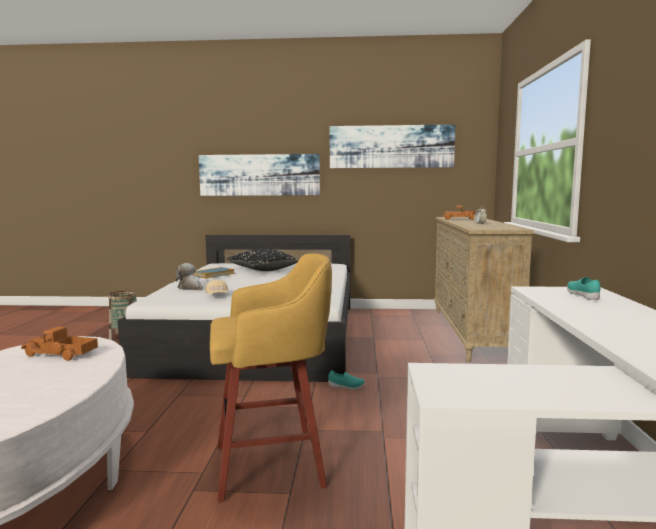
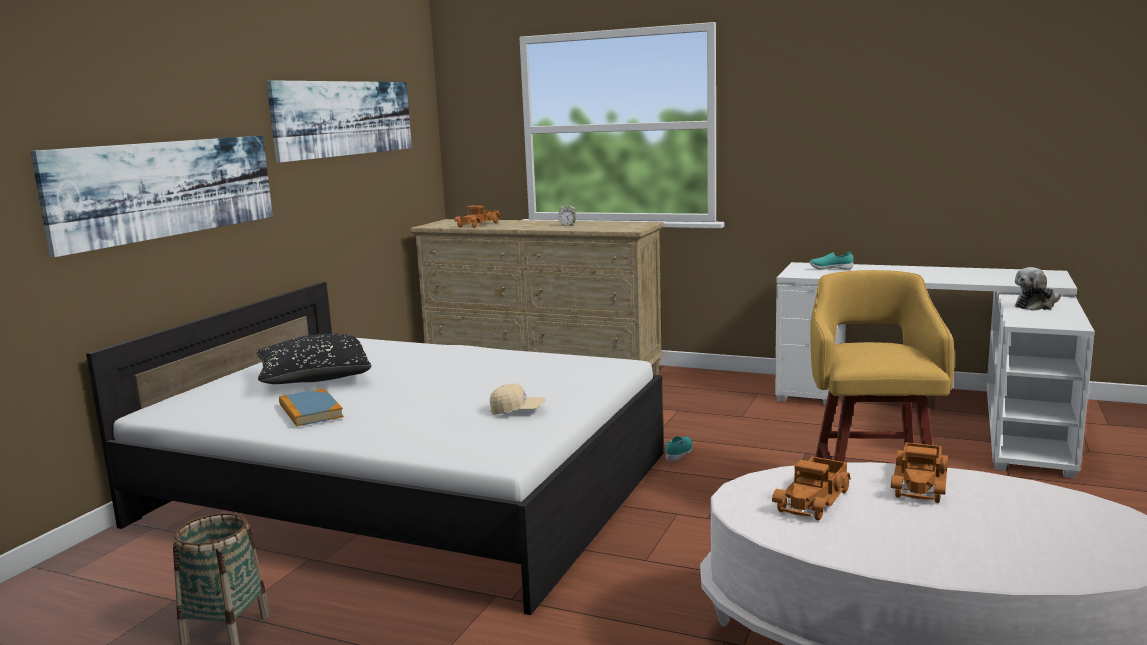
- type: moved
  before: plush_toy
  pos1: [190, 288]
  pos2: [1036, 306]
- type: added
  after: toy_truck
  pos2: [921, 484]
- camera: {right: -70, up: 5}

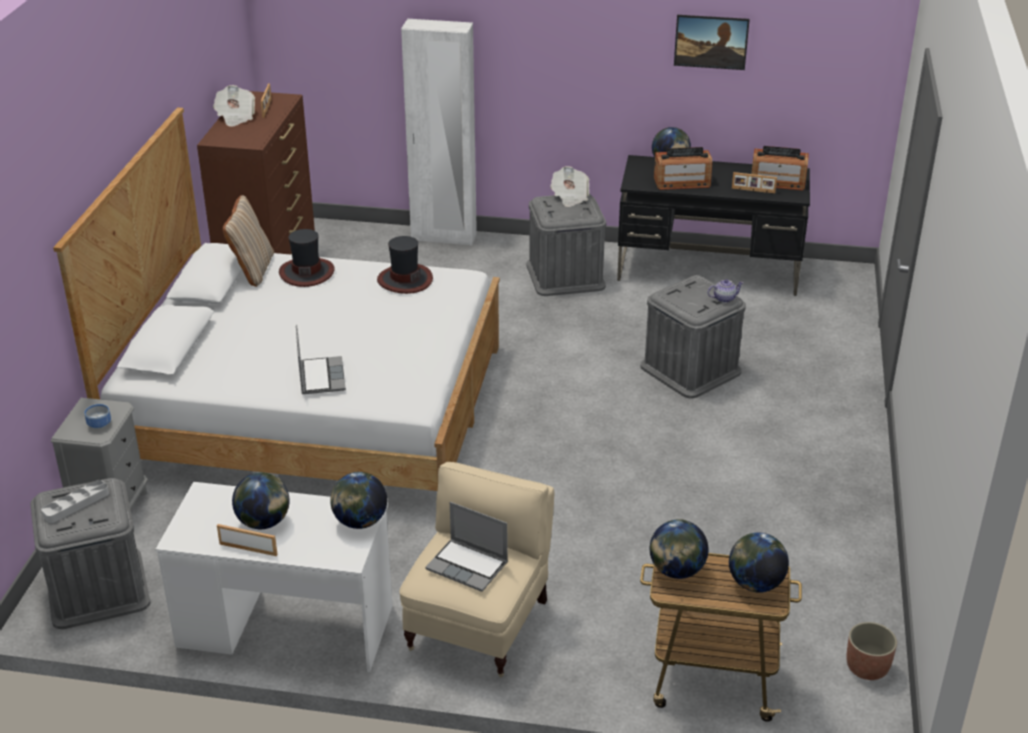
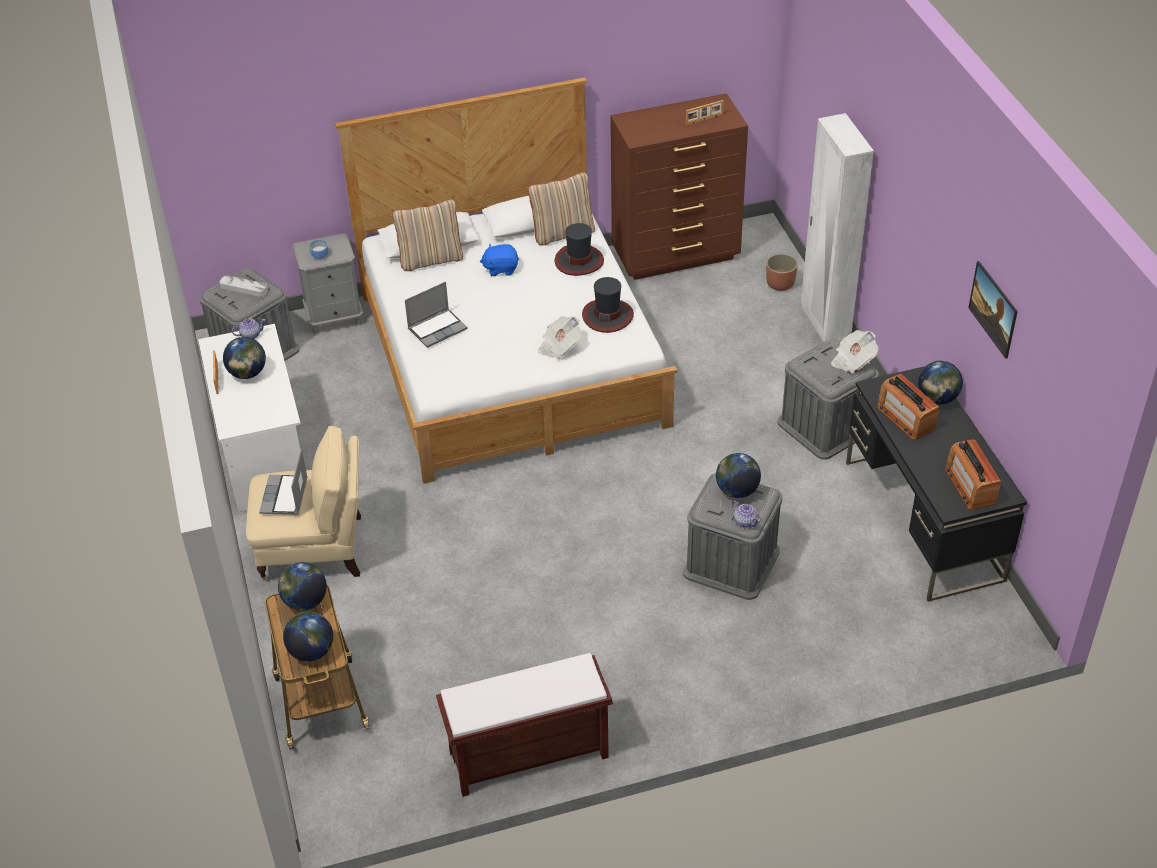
- type: moved
  before: newspaper
  pos1: [235, 117]
  pos2: [559, 346]
- type: moved
  before: desk_globe
  pos1: [360, 522]
  pos2: [737, 491]
- type: removed
  before: photo_frame
  pos1: [753, 190]
- type: moved
  before: plant_pot
  pos1: [867, 667]
  pos2: [780, 284]
- type: added
  after: pot_for_tea
  pos2: [250, 335]
- type: added
  after: beige-coloured_pillow
  pos2: [430, 259]
- type: added
  after: brown_indoor_bench
  pos2: [527, 756]
- type: added
  after: bluish_plush_toy
  pos2: [501, 269]
- camera: {right: 65, up: 10}

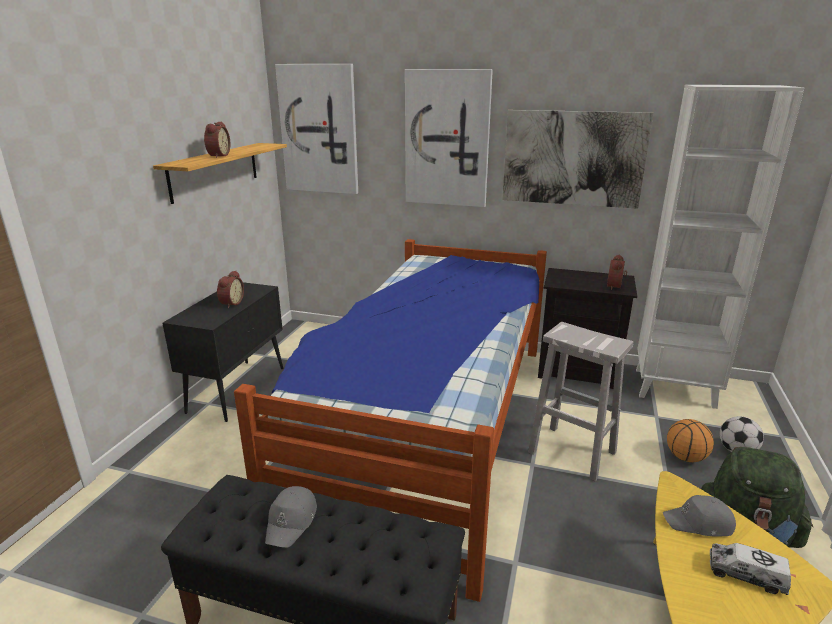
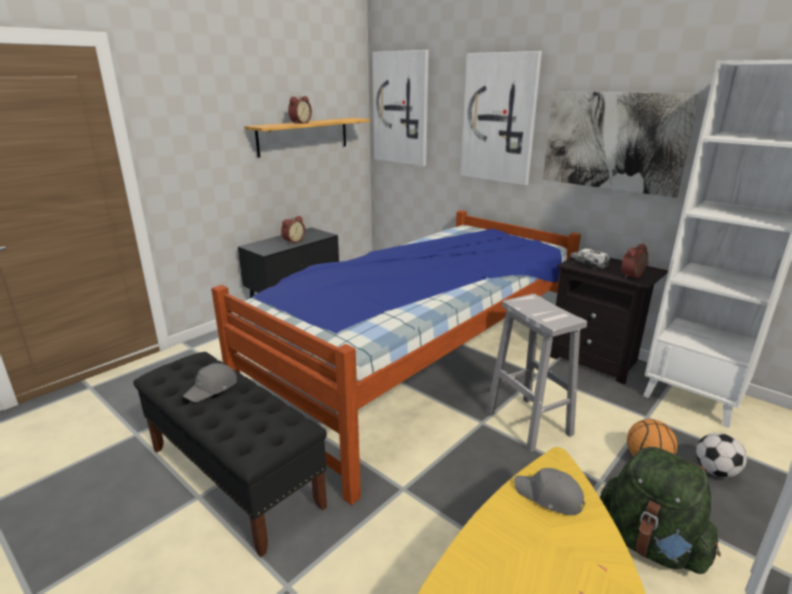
- type: moved
  before: toy_truck
  pos1: [746, 575]
  pos2: [588, 264]
- camera: {right: 25, up: 0}

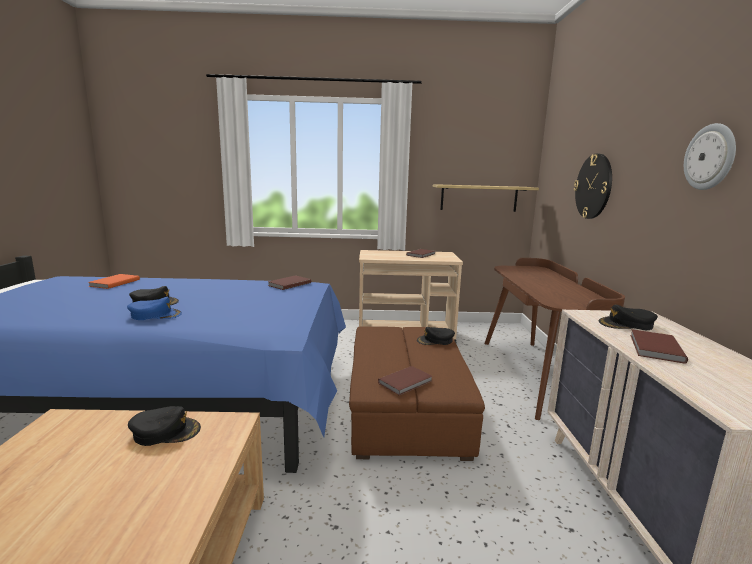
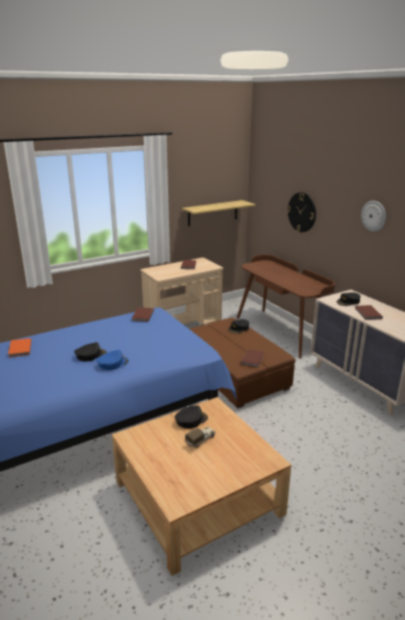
- type: added
  after: toy_truck
  pos2: [201, 440]
- camera: {right: -30, up: 10}

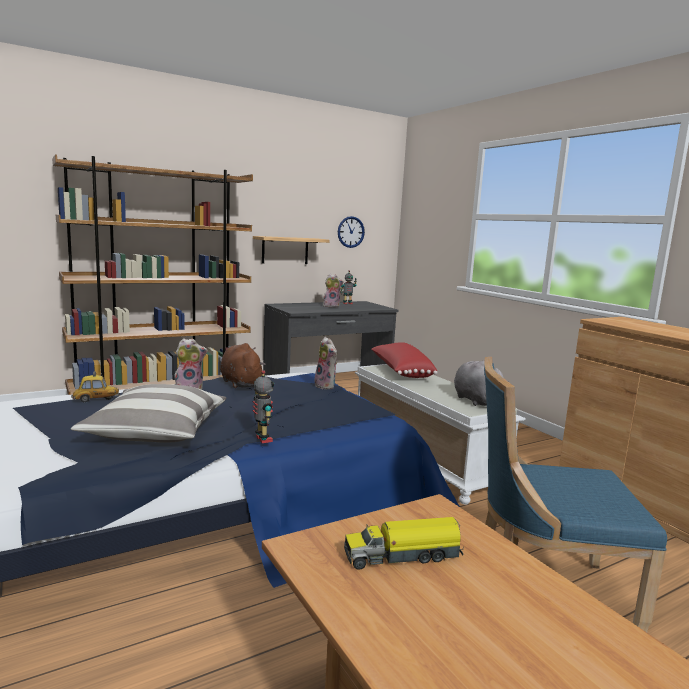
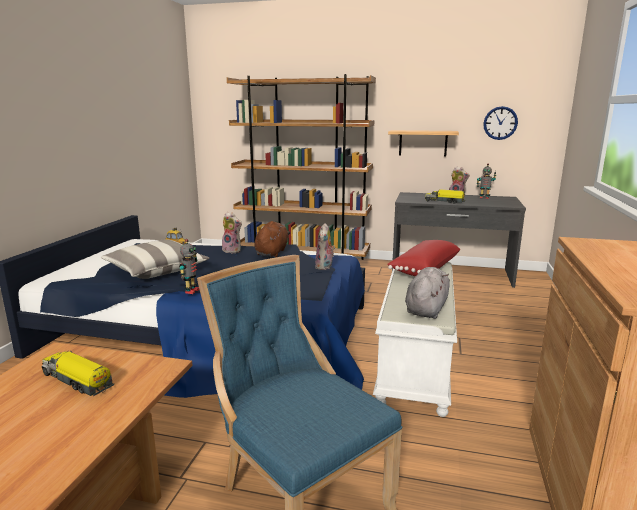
- type: added
  after: toy_truck
  pos2: [445, 201]
- camera: {right: 45, up: 5}

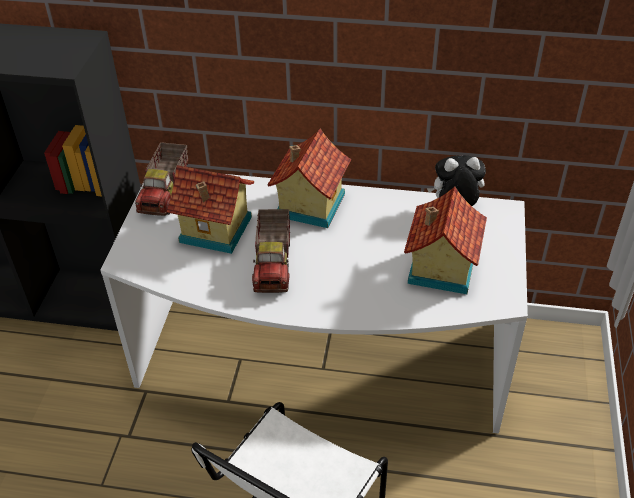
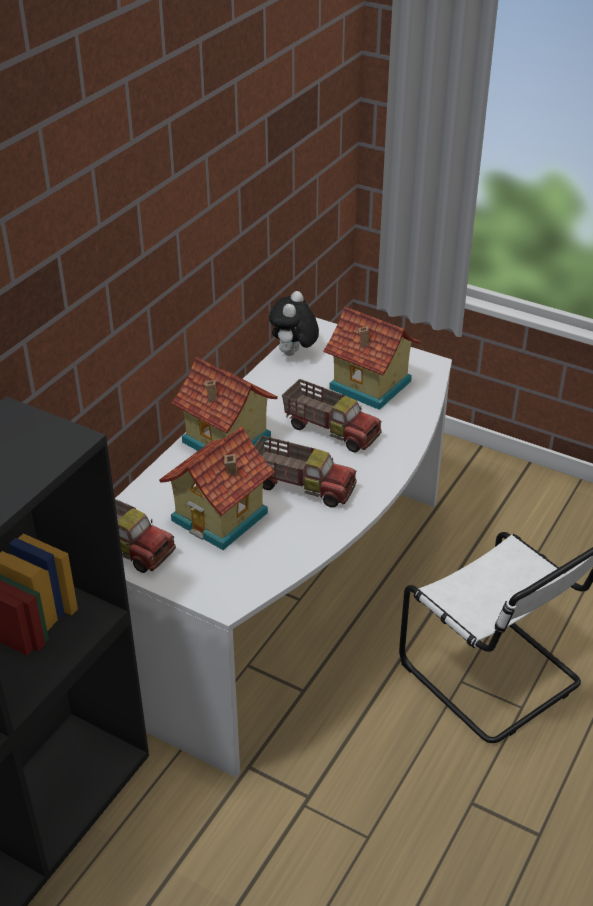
- type: added
  after: toy_truck
  pos2: [331, 430]
- camera: {right: -70, up: -5}

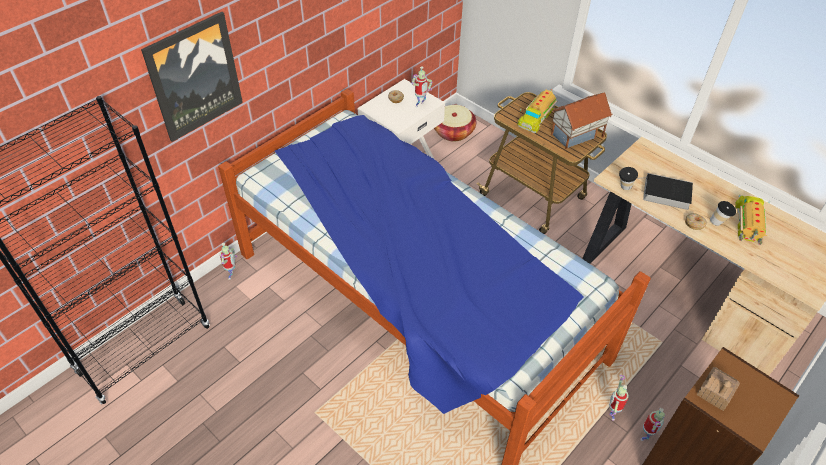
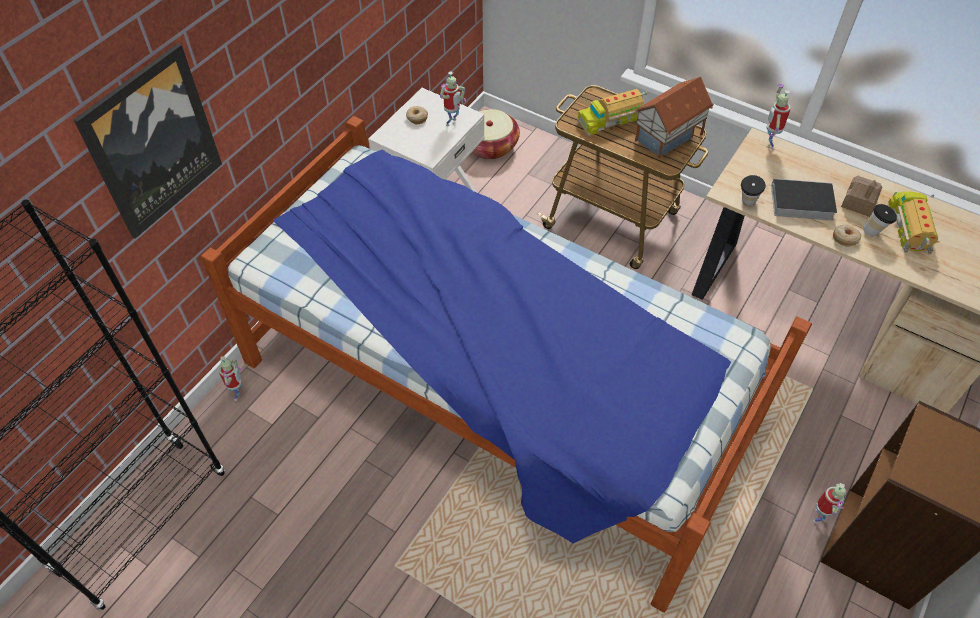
- type: turned
  before: toy_truck
  pos1: [536, 116]
  pos2: [610, 118]
  turn: 45
- type: moved
  before: toy_robot
  pos1: [611, 413]
  pos2: [768, 143]
- type: moved
  before: toy_house
  pos1: [715, 393]
  pos2: [858, 203]
- camera: {right: -10, up: 5}

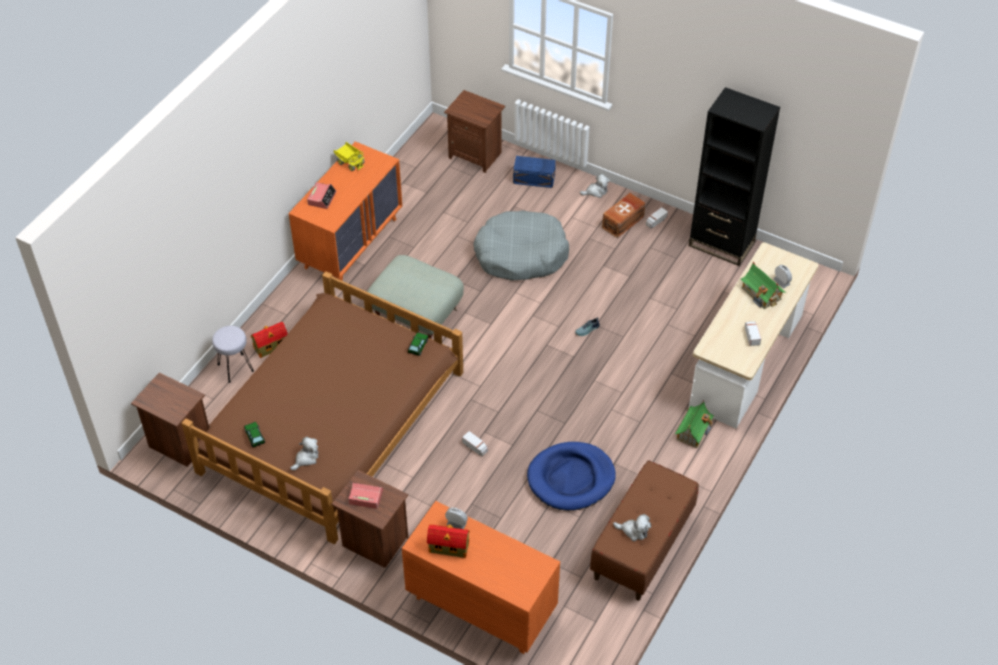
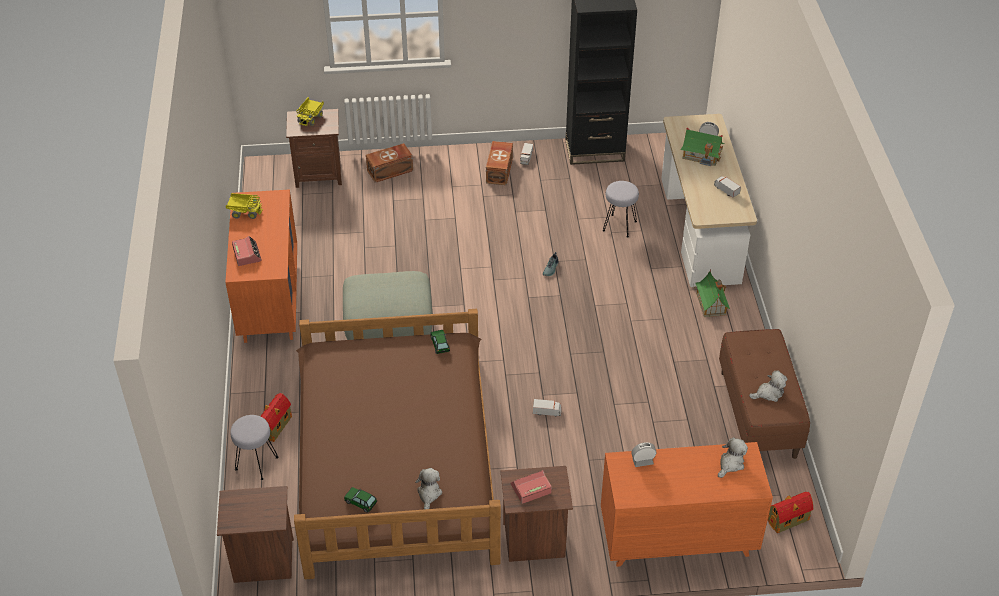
- type: moved
  before: toy_house
  pos1: [449, 547]
  pos2: [788, 519]
- type: removed
  before: grey_dog_cushion
  pos1: [521, 254]
- type: recoloured
  before: bluish_storage_box
  after: brown_storage_box
  pos1: [534, 179]
  pos2: [391, 171]
- type: removed
  before: bluish_dog_cushion
  pos1: [571, 478]
- type: moved
  before: plush_toy
  pos1: [596, 191]
  pos2: [730, 464]
- type: added
  after: toy_truck
  pos2: [311, 118]
- type: added
  after: grey_stool
  pos2: [619, 226]
- camera: {right: -35, up: -5}

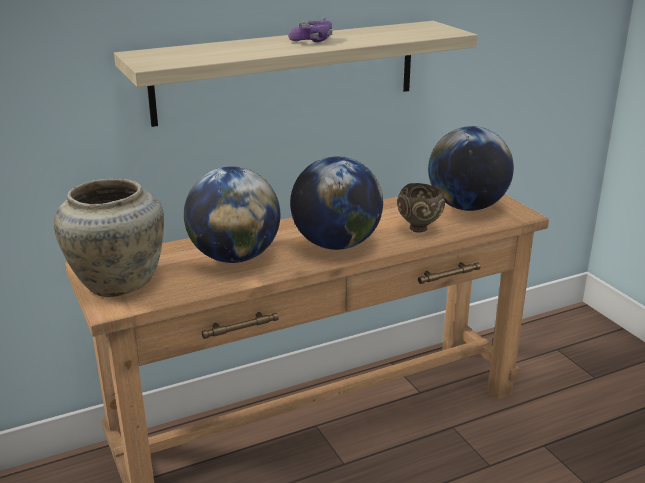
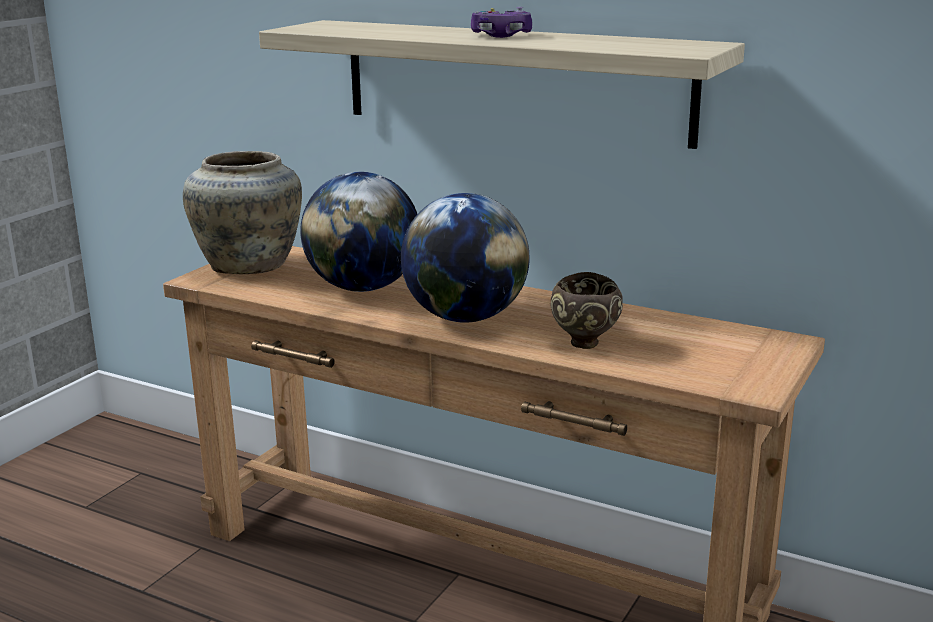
- type: removed
  before: desk_globe
  pos1: [467, 207]
- camera: {right: 55, up: -5}

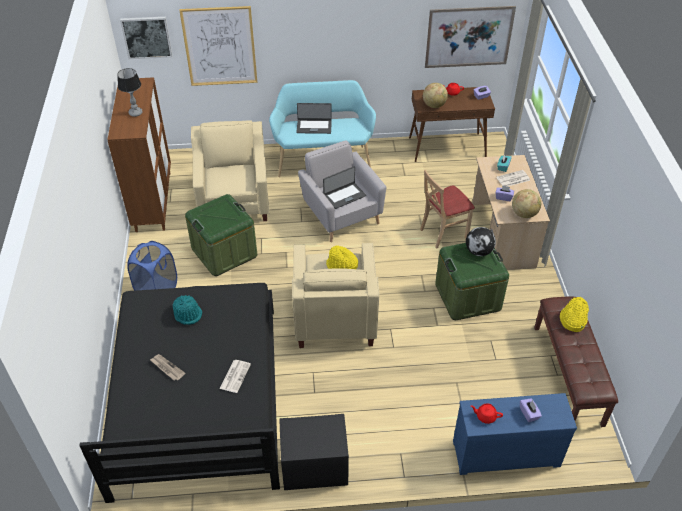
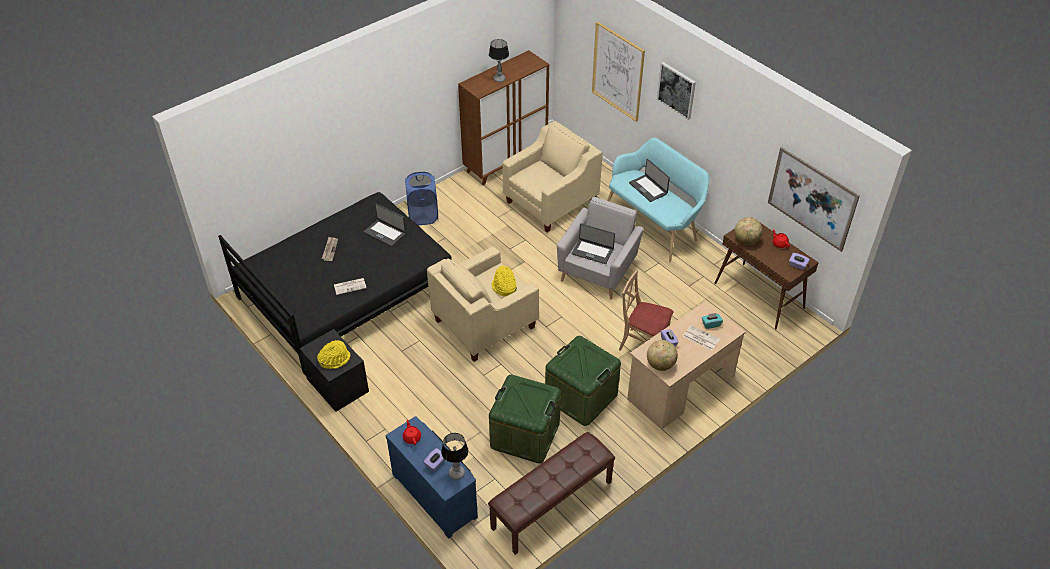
- type: moved
  before: wall_art
  pos1: [147, 37]
  pos2: [676, 90]
- type: replaced
  before: blue-green_clothing_hat
  after: notebook_computer
  pos1: [188, 314]
  pos2: [385, 232]
- type: moved
  before: green_storage_box
  pos1: [224, 252]
  pos2: [525, 435]
- type: removed
  before: desk_globe
  pos1: [479, 252]
- type: moved
  before: yellow-coloured_clothing_hat
  pos1: [572, 320]
  pos2: [334, 359]
- type: added
  after: tabletop_lamp
  pos2: [457, 473]
- camera: {right: 55, up: 0}

